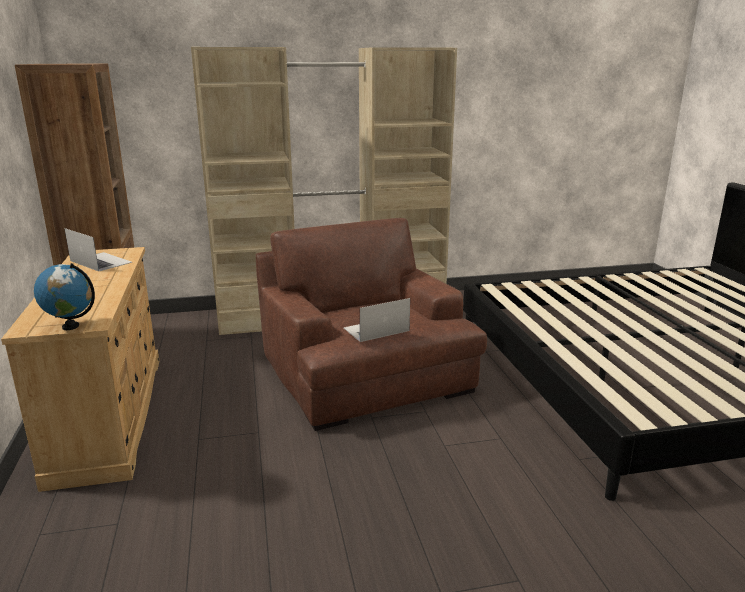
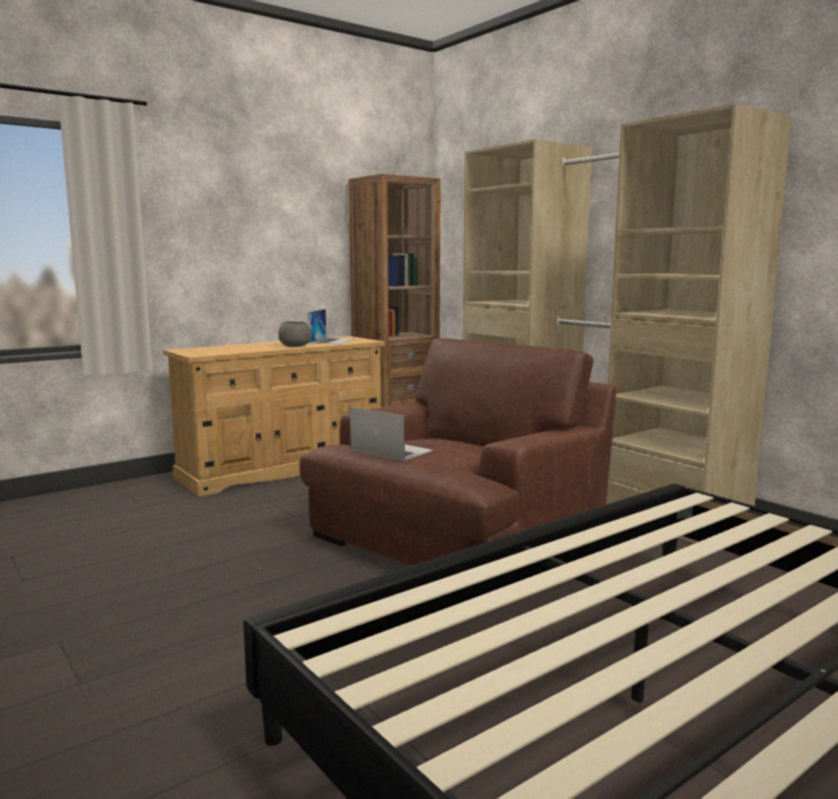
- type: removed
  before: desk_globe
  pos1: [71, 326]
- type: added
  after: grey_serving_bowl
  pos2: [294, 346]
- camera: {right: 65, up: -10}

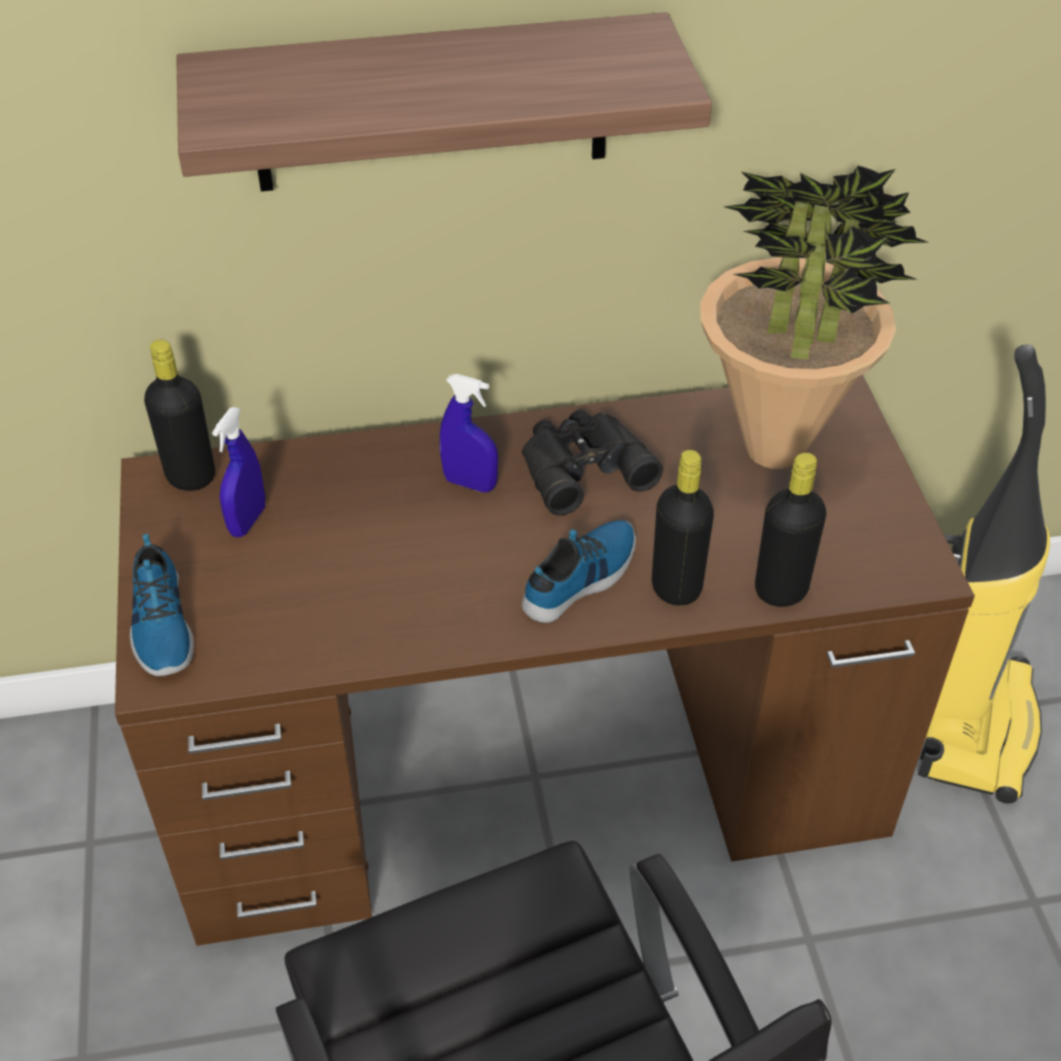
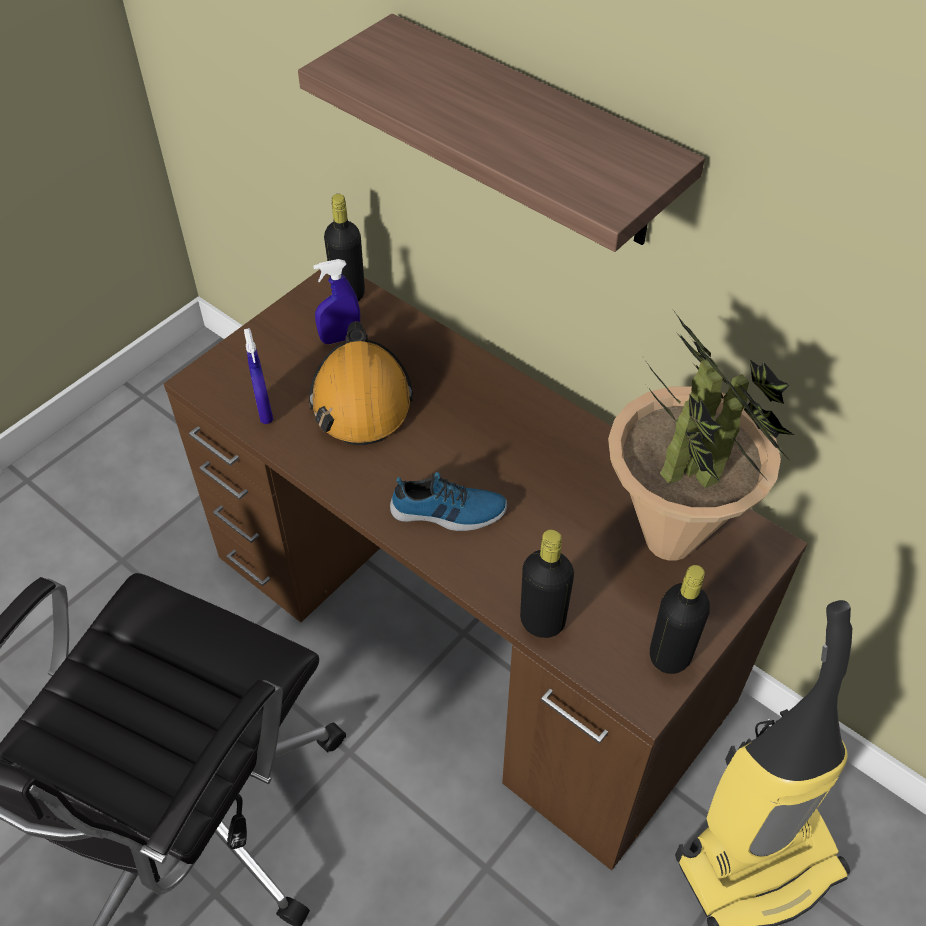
- type: removed
  before: item_of_footwear
  pos1: [159, 624]
- type: moved
  before: bluish_sprayer
  pos1: [470, 483]
  pos2: [264, 411]
- type: removed
  before: black-coloured_pair_of_binoculars
  pos1: [581, 466]
- type: moved
  before: black-coloured_beverage_bottle
  pos1: [676, 587]
  pos2: [670, 655]
- type: added
  after: orangey_work_helmet
  pos2: [361, 399]
- camera: {right: 50, up: 5}

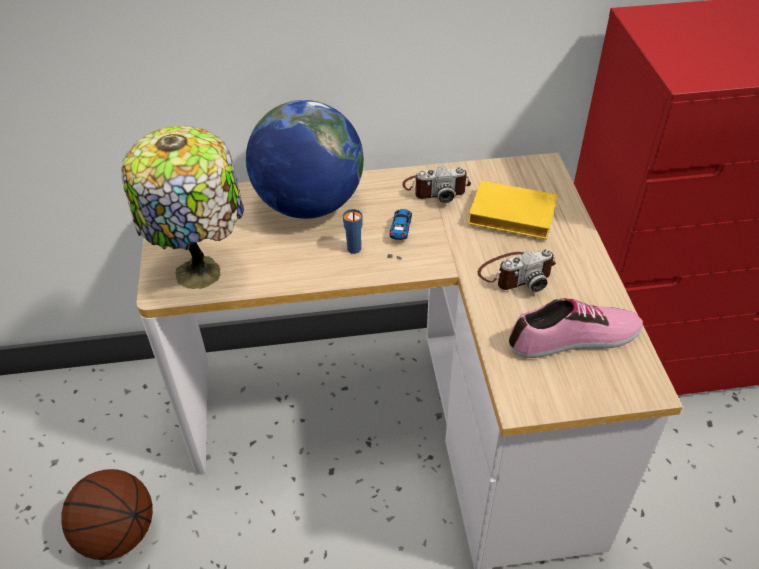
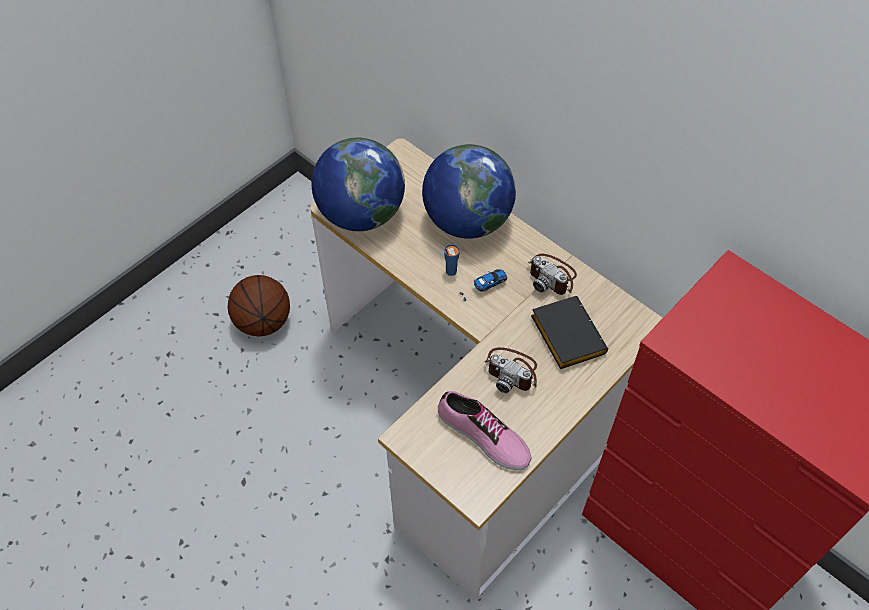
- type: replaced
  before: tabletop_lamp
  after: desk_globe
  pos1: [202, 273]
  pos2: [361, 214]
- type: recoloured
  before: yellow-coloured_bound_book
  after: black-coloured_bound_book
  pos1: [509, 217]
  pos2: [564, 335]
- camera: {right: 50, up: 10}

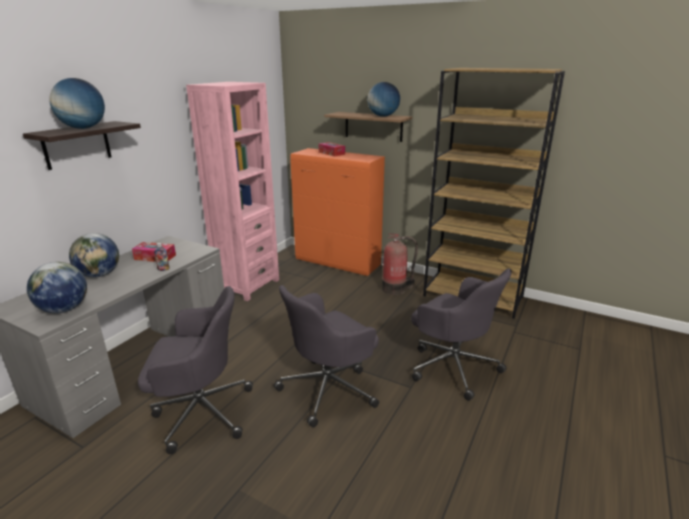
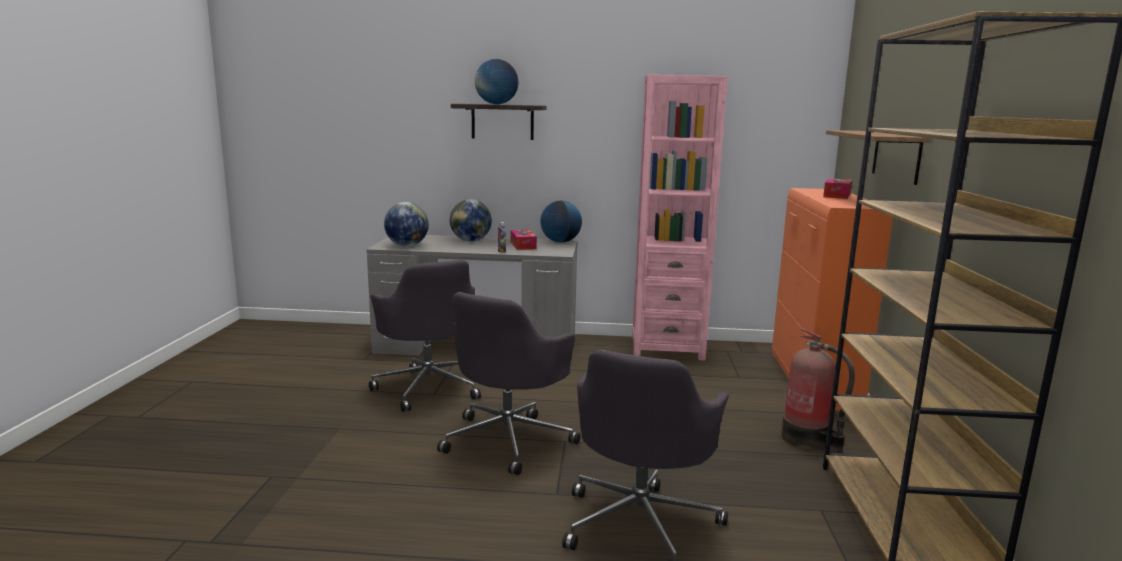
- type: turned
  before: grey_desk_chair
  pos1: [329, 389]
  pos2: [509, 439]
  turn: -90
- type: moved
  before: desk_globe
  pos1: [383, 116]
  pos2: [560, 242]
- camera: {right: 65, up: -10}

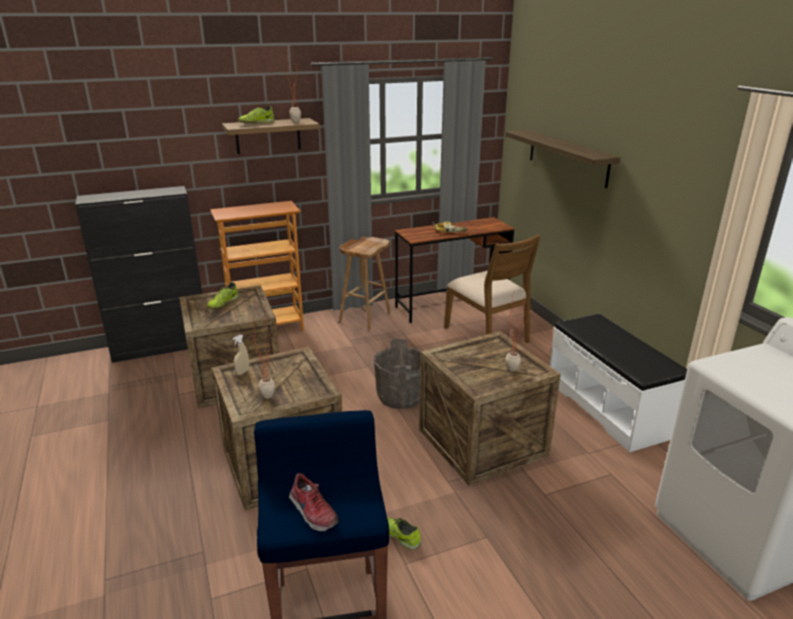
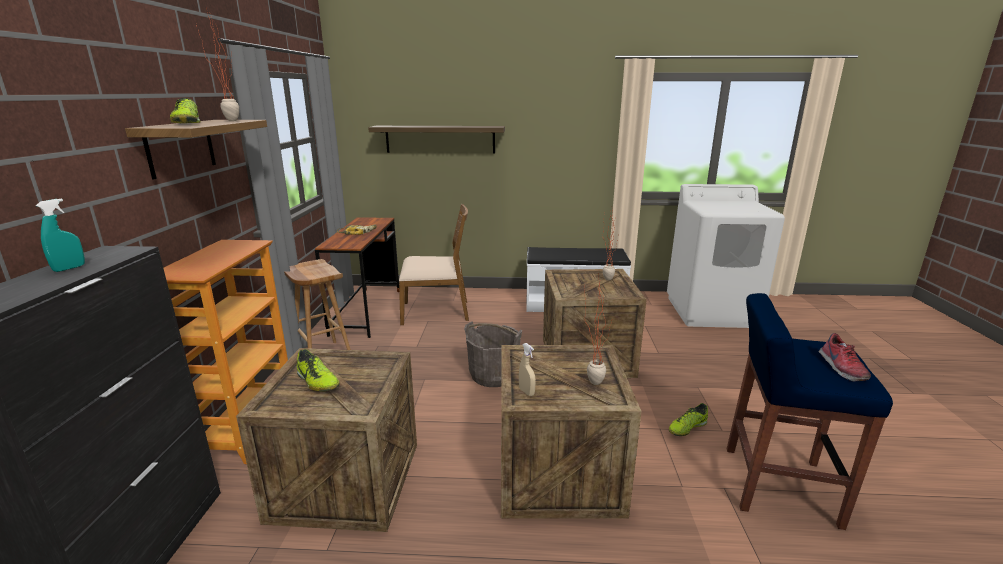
- type: turned
  before: item_of_footwear
  pos1: [312, 512]
  pos2: [840, 368]
  turn: 105
- type: added
  after: blue-green_sprayer
  pos2: [69, 268]
- camera: {right: -65, up: -5}

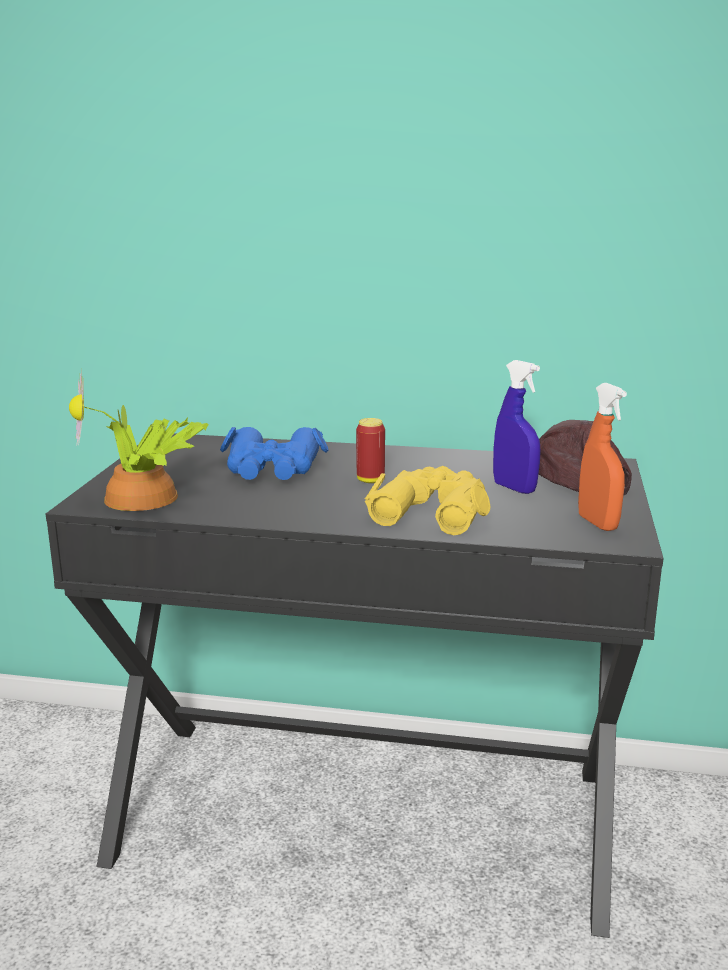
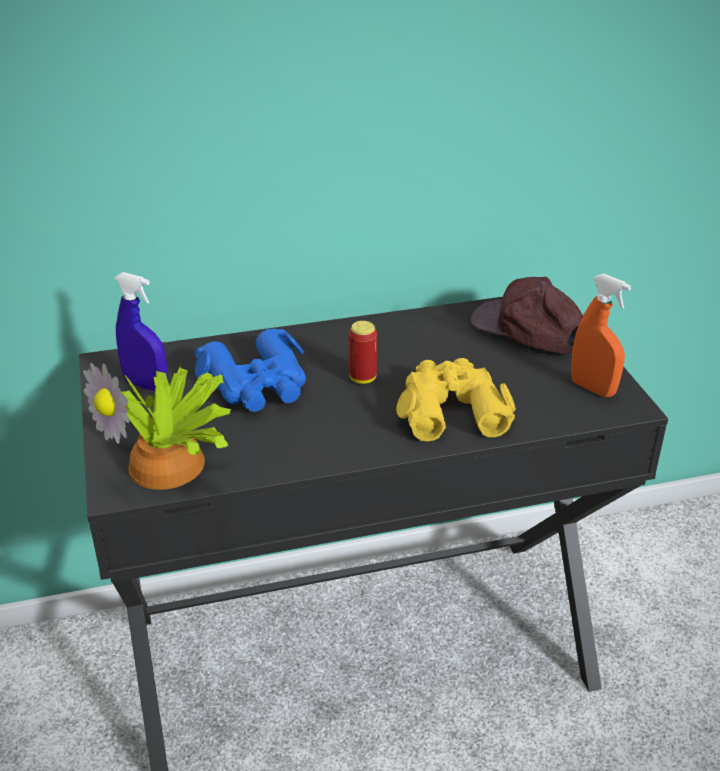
- type: moved
  before: bluish_sprayer
  pos1: [514, 488]
  pos2: [146, 385]
- camera: {right: -25, up: 15}

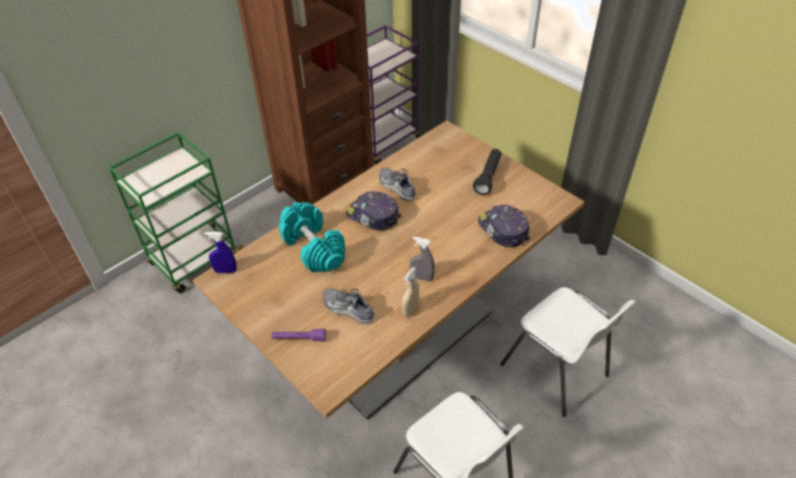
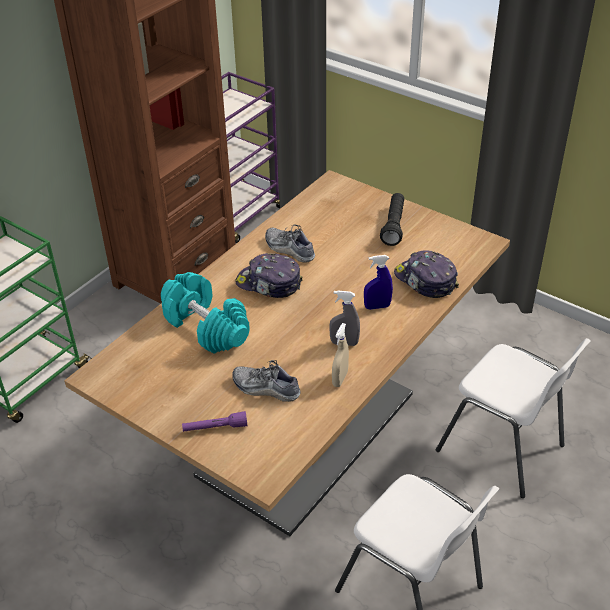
- type: moved
  before: bluish_sprayer
  pos1: [225, 271]
  pos2: [377, 306]
- camera: {right: -10, up: -5}

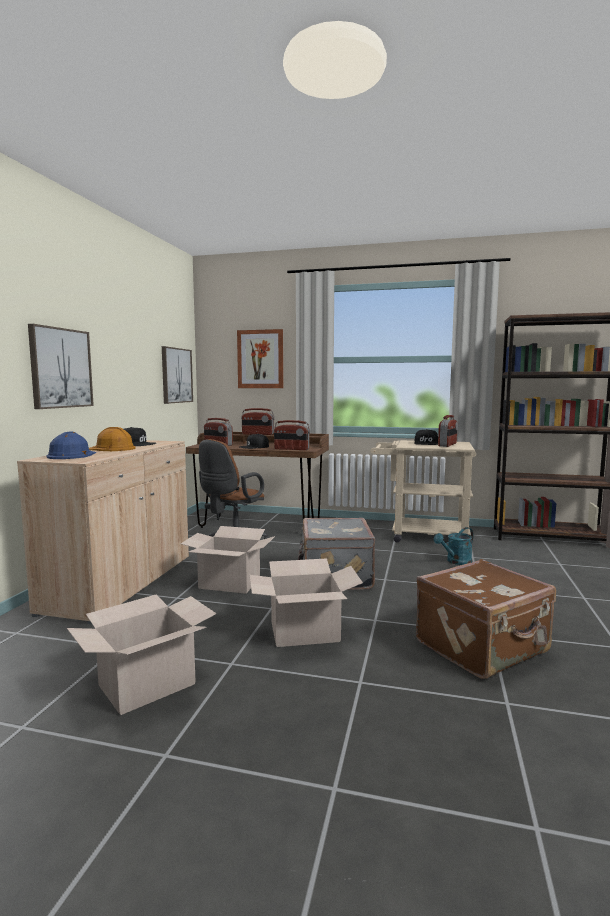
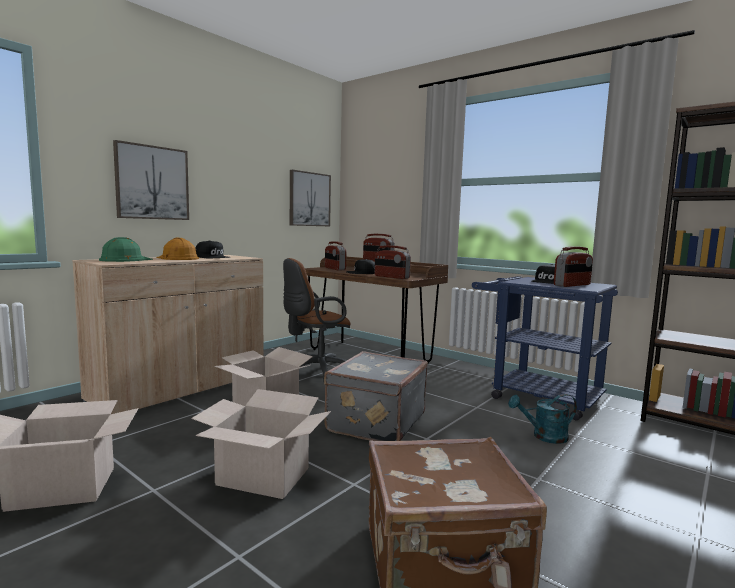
- type: recoloured
  before: bluish_work_helmet
  after: green_work_helmet
  pos1: [72, 455]
  pos2: [125, 259]
- type: removed
  before: wall_art
  pos1: [260, 359]
- type: recoloured
  before: beige-coloured_wheeled_cart
  after: bluish_wheeled_cart
  pos1: [421, 535]
  pos2: [535, 396]
- camera: {right: 25, up: 0}

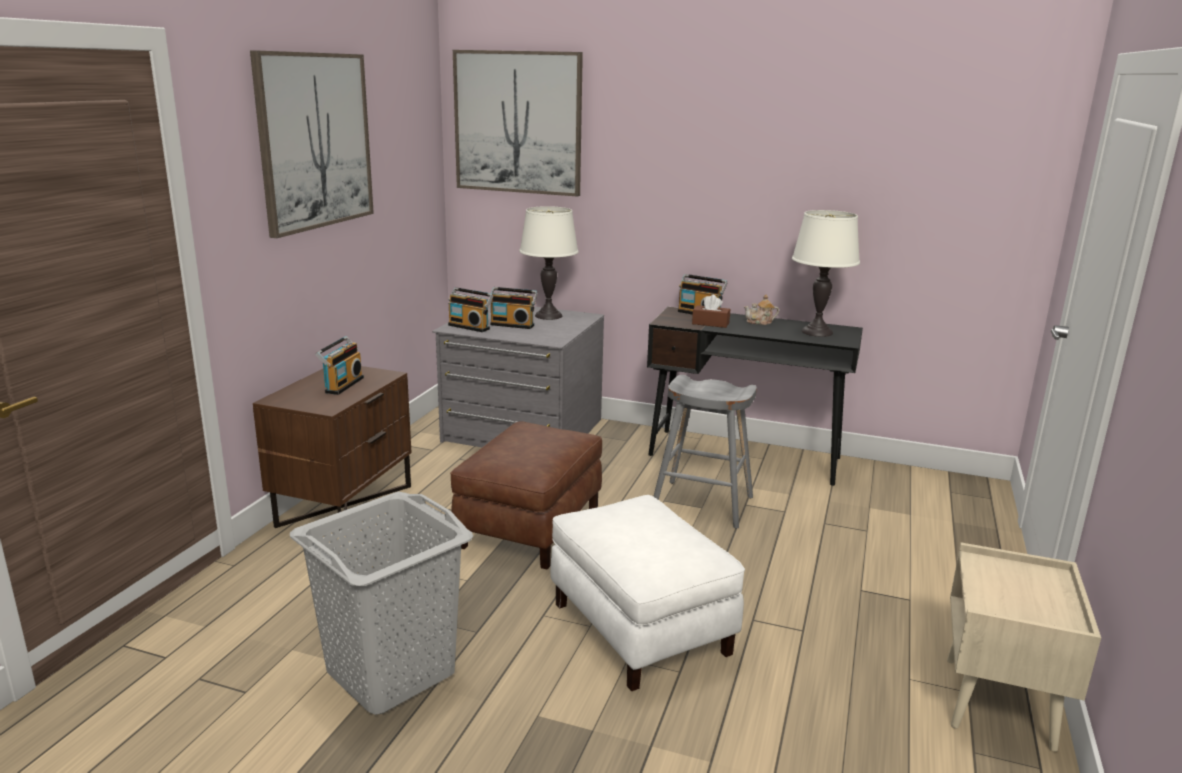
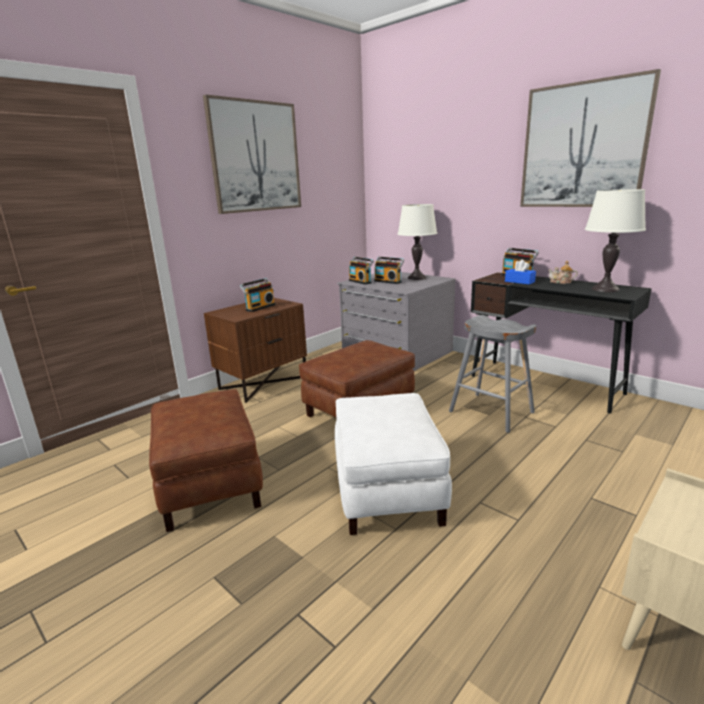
- type: replaced
  before: grey_hamper
  after: brown_footrest
  pos1: [392, 673]
  pos2: [211, 484]
- type: moved
  before: wall_art
  pos1: [518, 123]
  pos2: [583, 146]
- type: recoloured
  before: brown_box_of_tissues
  after: bluish_box_of_tissues
  pos1: [710, 323]
  pos2: [519, 281]
- camera: {right: 25, up: 0}

